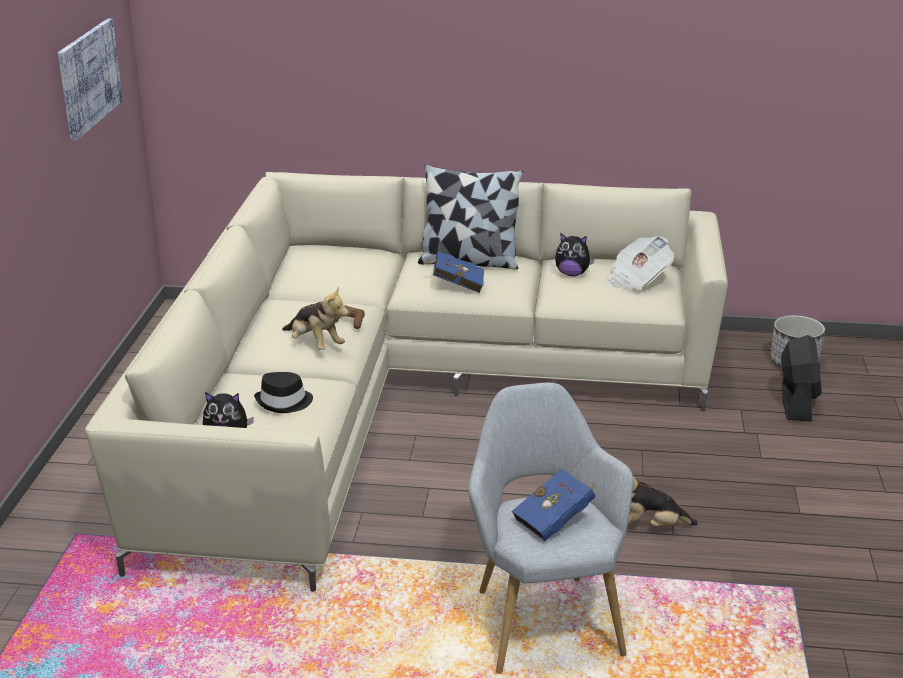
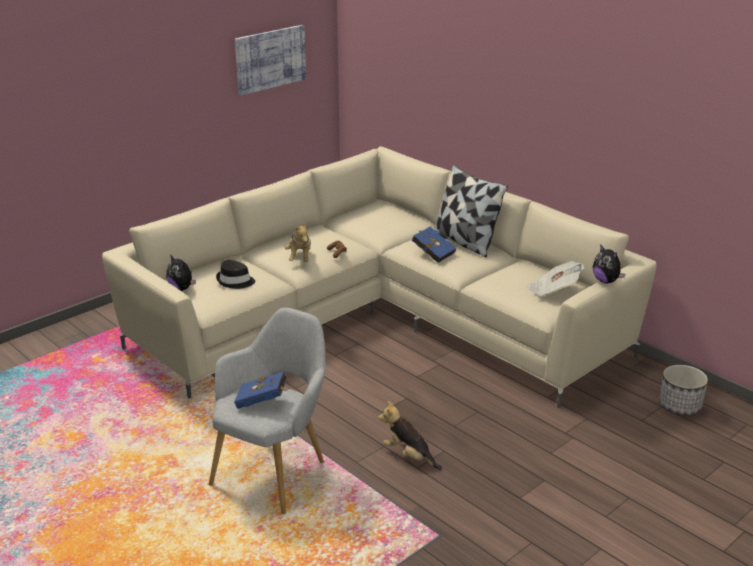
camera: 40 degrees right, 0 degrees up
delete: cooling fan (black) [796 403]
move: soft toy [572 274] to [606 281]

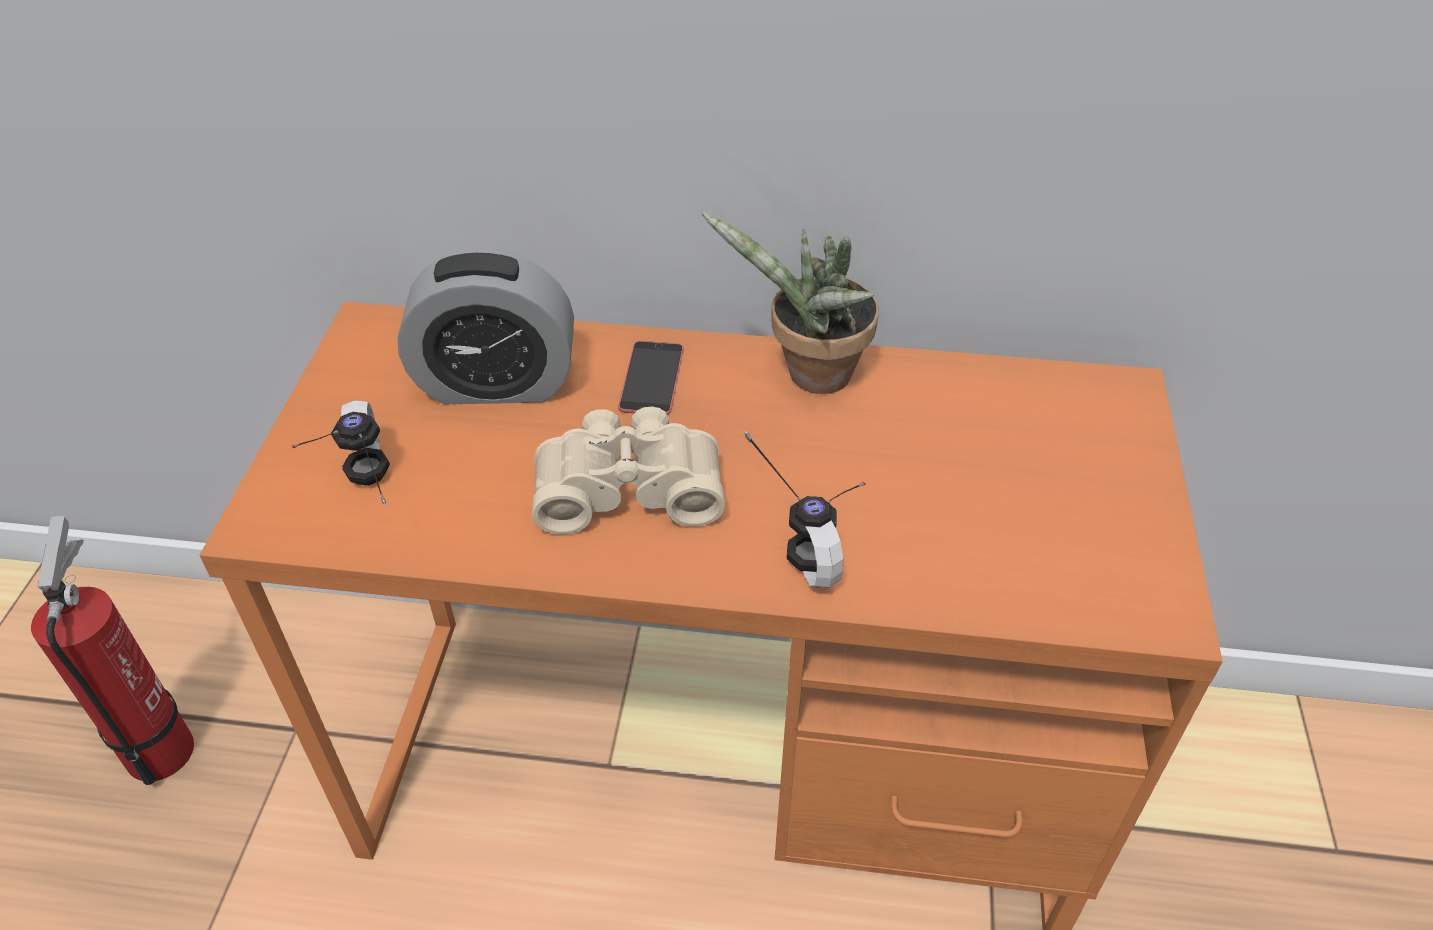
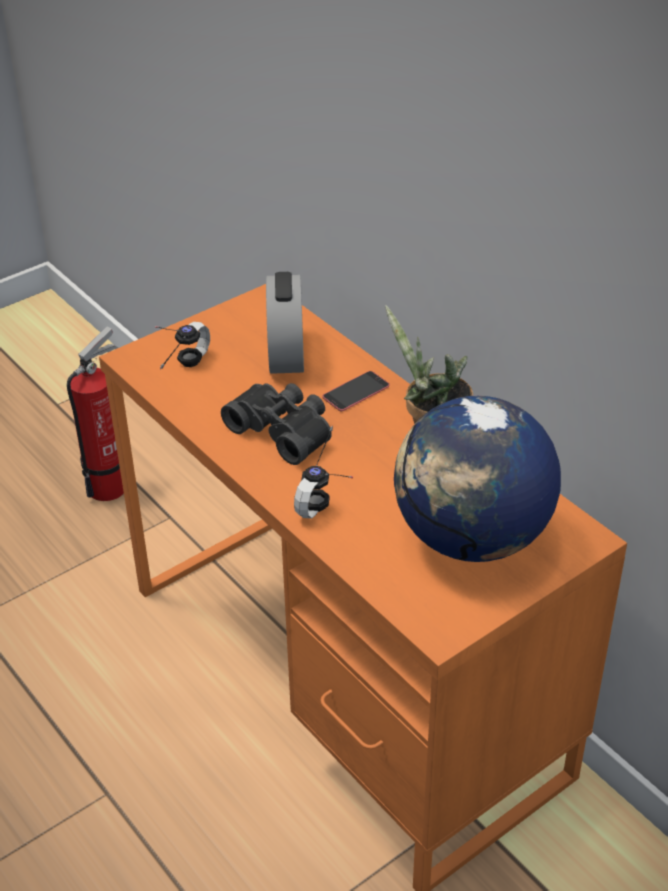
camera: 45 degrees right, 5 degrees down
insert: globe [471 538]
recolor: binoculars (beige-coloured) [629 486] to binoculars (black) [283 430]
rotate: table clock [496 384] = [286 355] 45 degrees clockwise

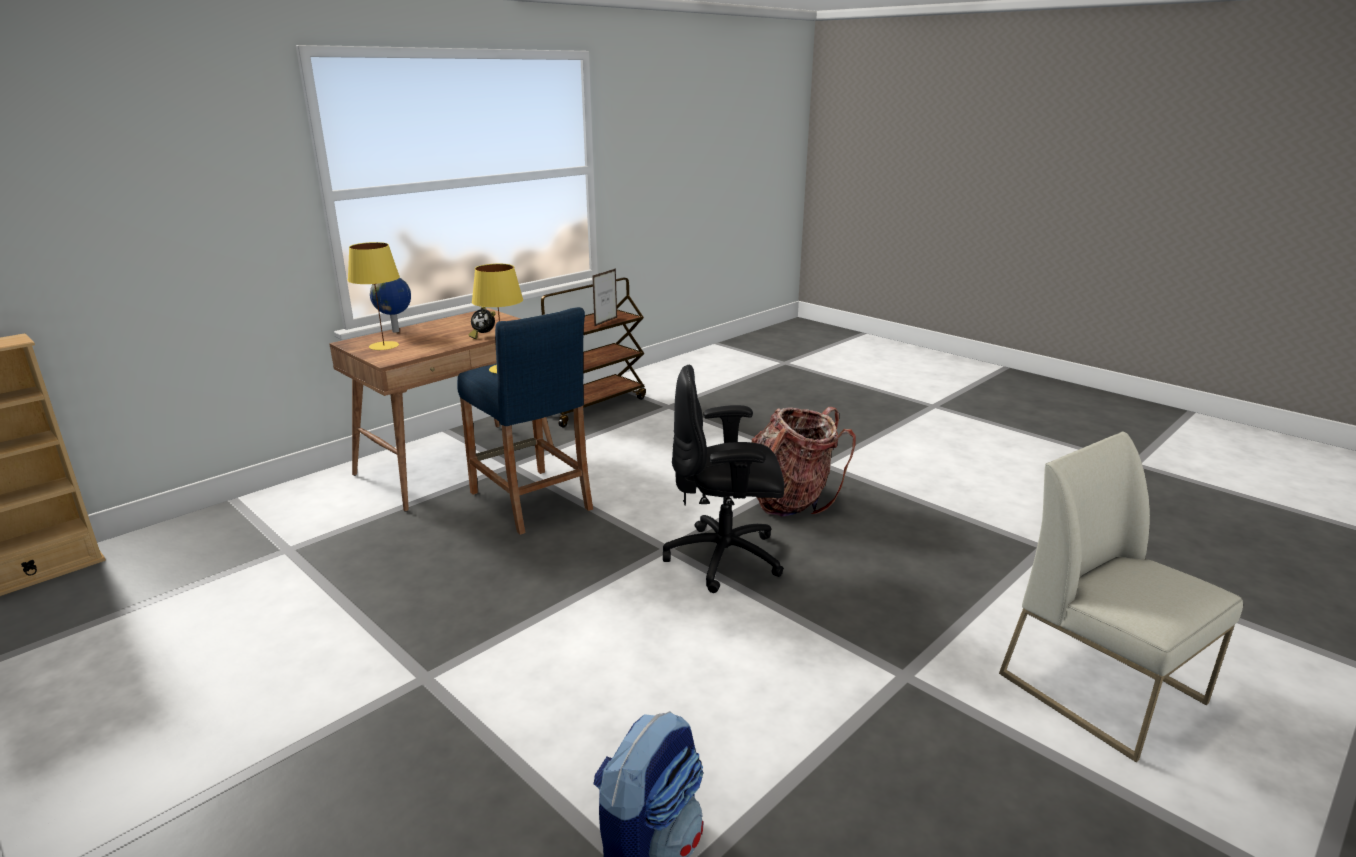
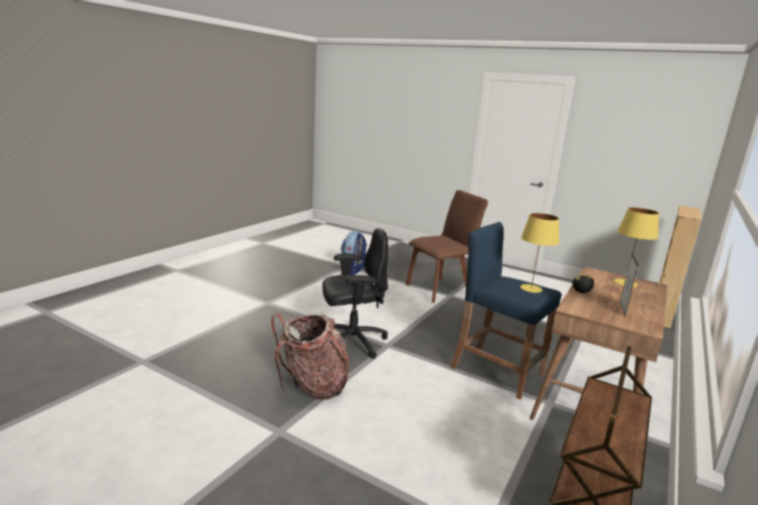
camera: 165 degrees right, 5 degrees down
delete: globe [396 331]; chair (white) [1103 688]
insert: chair (brown-coloured) [440 289]
move: picture frame [606 322] to [622 309]

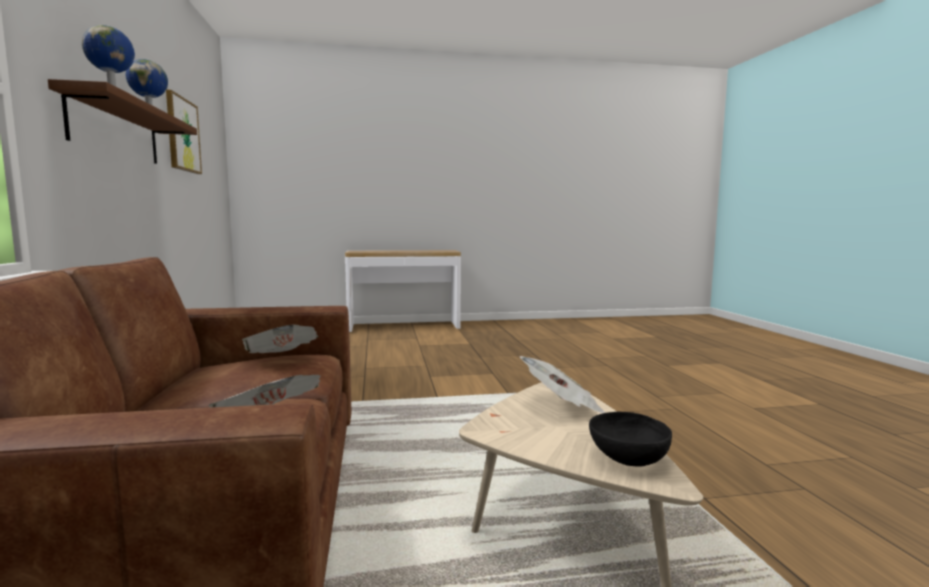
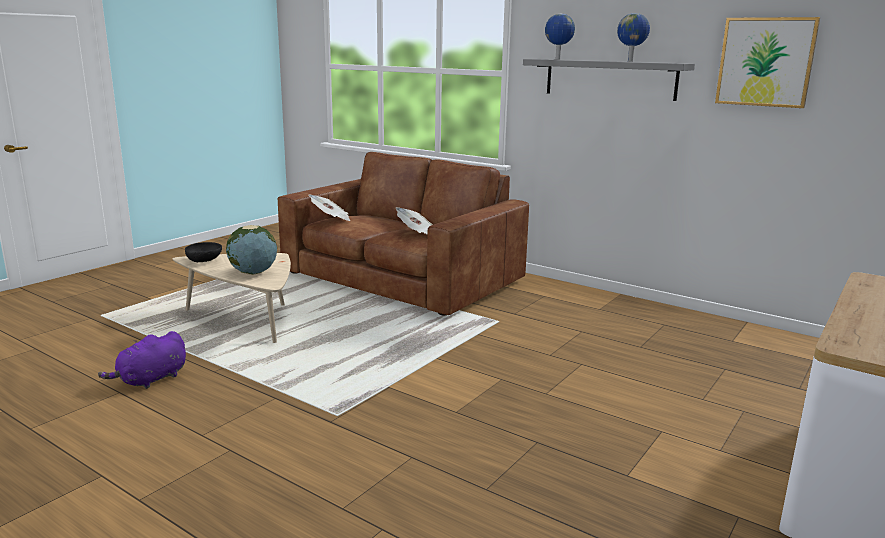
camera: 135 degrees right, 10 degrees up
insert: soft toy (purple-coloured) [150 380]
replace: daily paper [562 406] to globe [253 272]
recolor: shelf (brown-coloured) [116 130] to shelf (gray) [610 79]

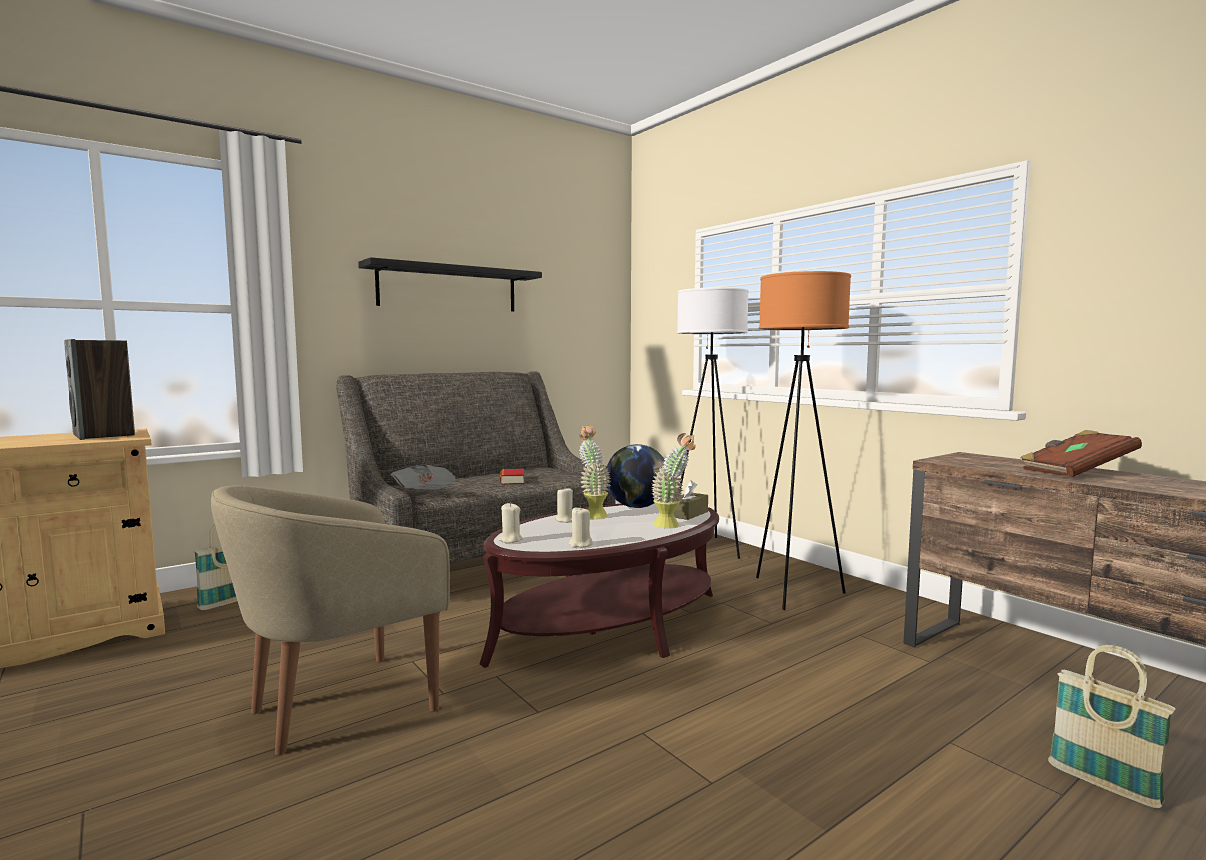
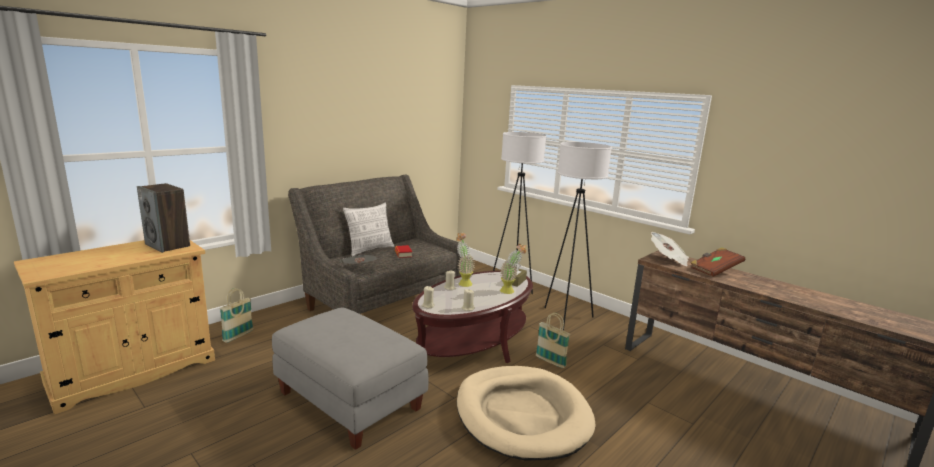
camera: 10 degrees left, 10 degrees up
delete: shelf (black) [448 288]; globe [637 507]
insert: throw pillow [370 250]; daily paper [668 259]; dog cushion (beige-coloured) [522 415]
move: storage basket [1103 785] to [550 362]
replace: lounge chair (beige-coloured) [338 706] to pouffe (gray) [348 400]
recolor: floor lamp (orange) [793 592] to floor lamp (white) [566 317]

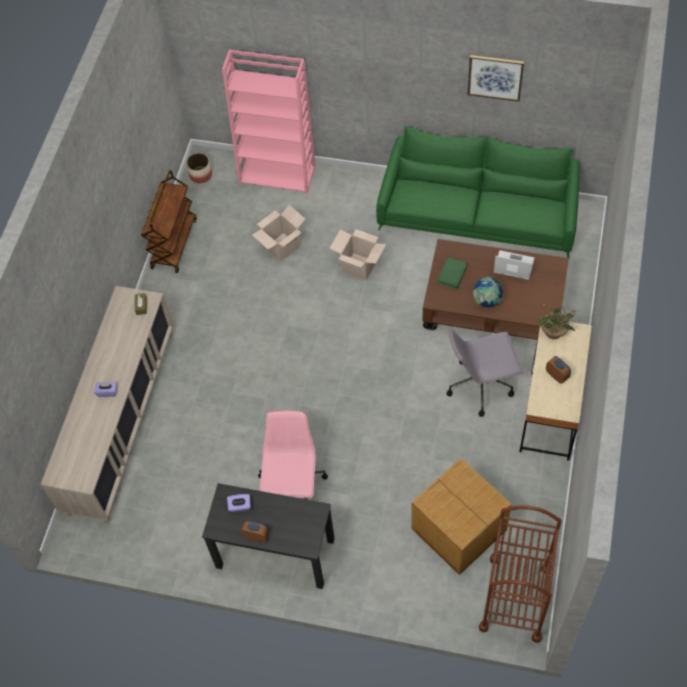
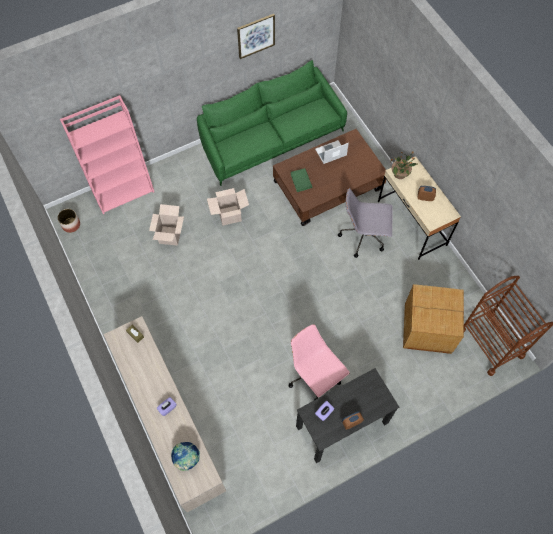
camera: 45 degrees left, 5 degrees up
delete: trolley (brown-coloured) [173 243]
move: globe [486 301] to [187 459]
rotate: desk chair (gray) [481 385] = [363 237] 60 degrees clockwise

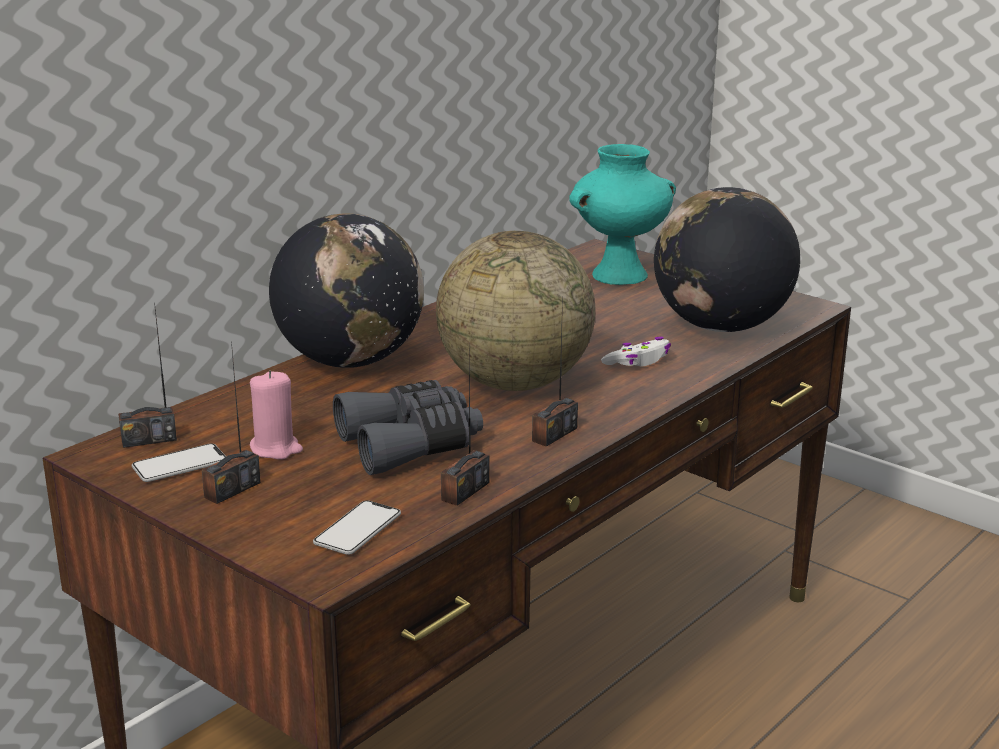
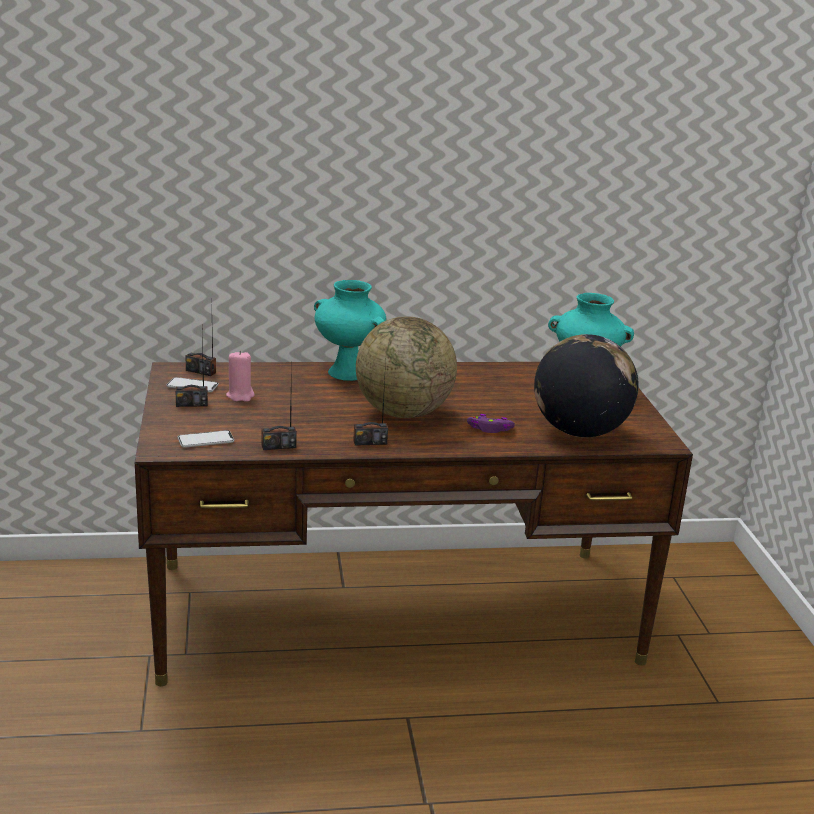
camera: 40 degrees right, 0 degrees up
delete: binoculars (gray) [411 444]
replace: globe [350 361] to vase (turquoise) [349 373]
recolor: game controller (white) [638 361] to game controller (purple-coloured) [490 429]

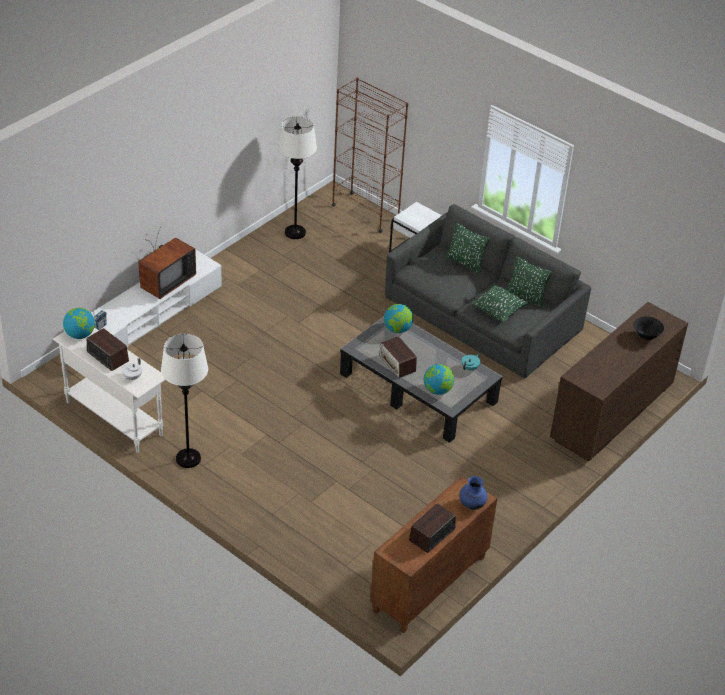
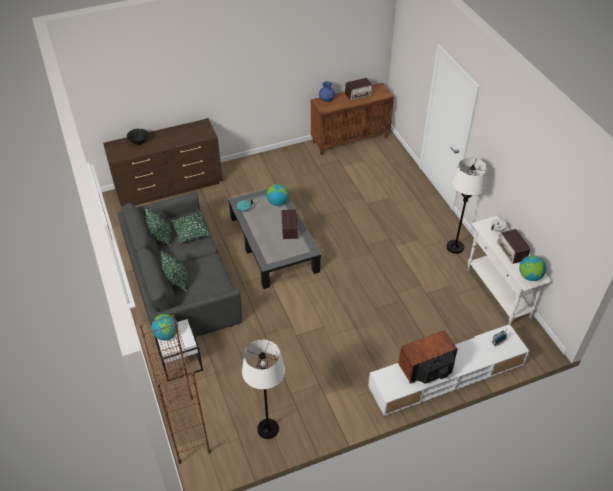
camera: 150 degrees left, 5 degrees up
move: globe [397 329] to [166 334]

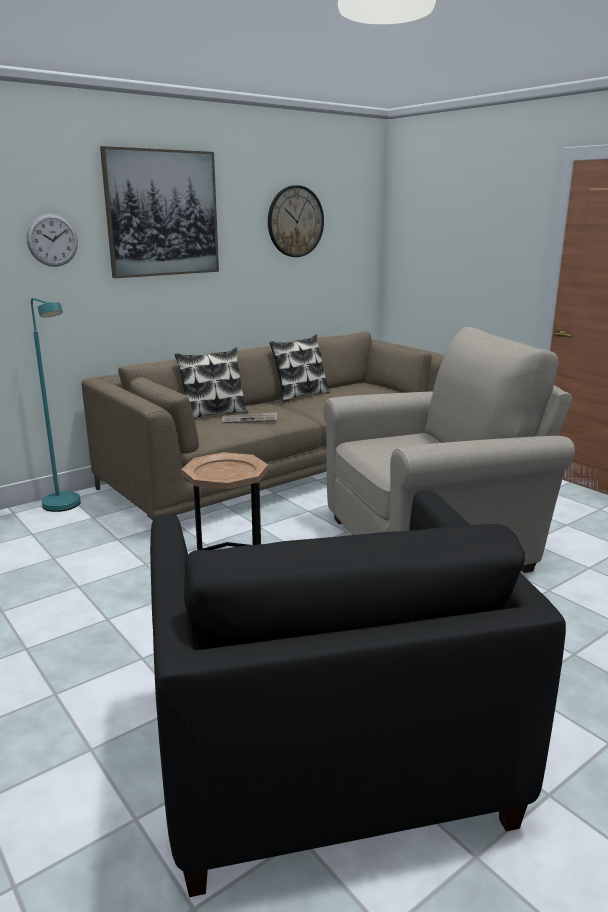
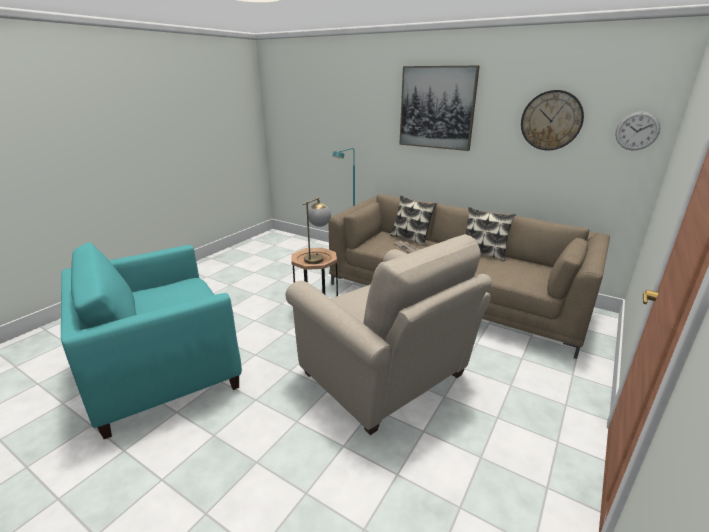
camera: 70 degrees right, 5 degrees up
insert: lamp for a table [317 257]
move: wall clock [52 240] to [637 131]
recolor: lounge chair (black) [325 751] to lounge chair (turquoise) [163 370]

